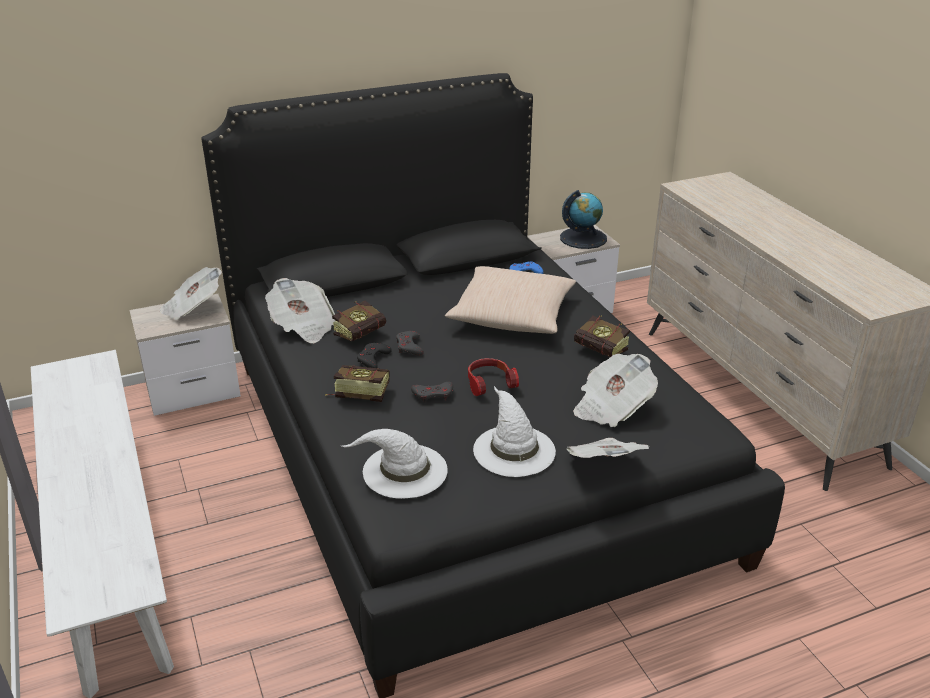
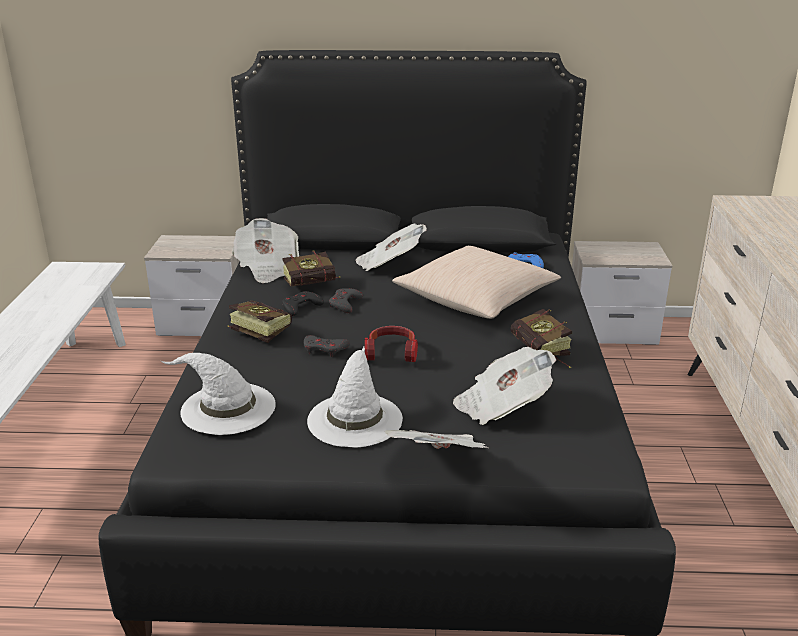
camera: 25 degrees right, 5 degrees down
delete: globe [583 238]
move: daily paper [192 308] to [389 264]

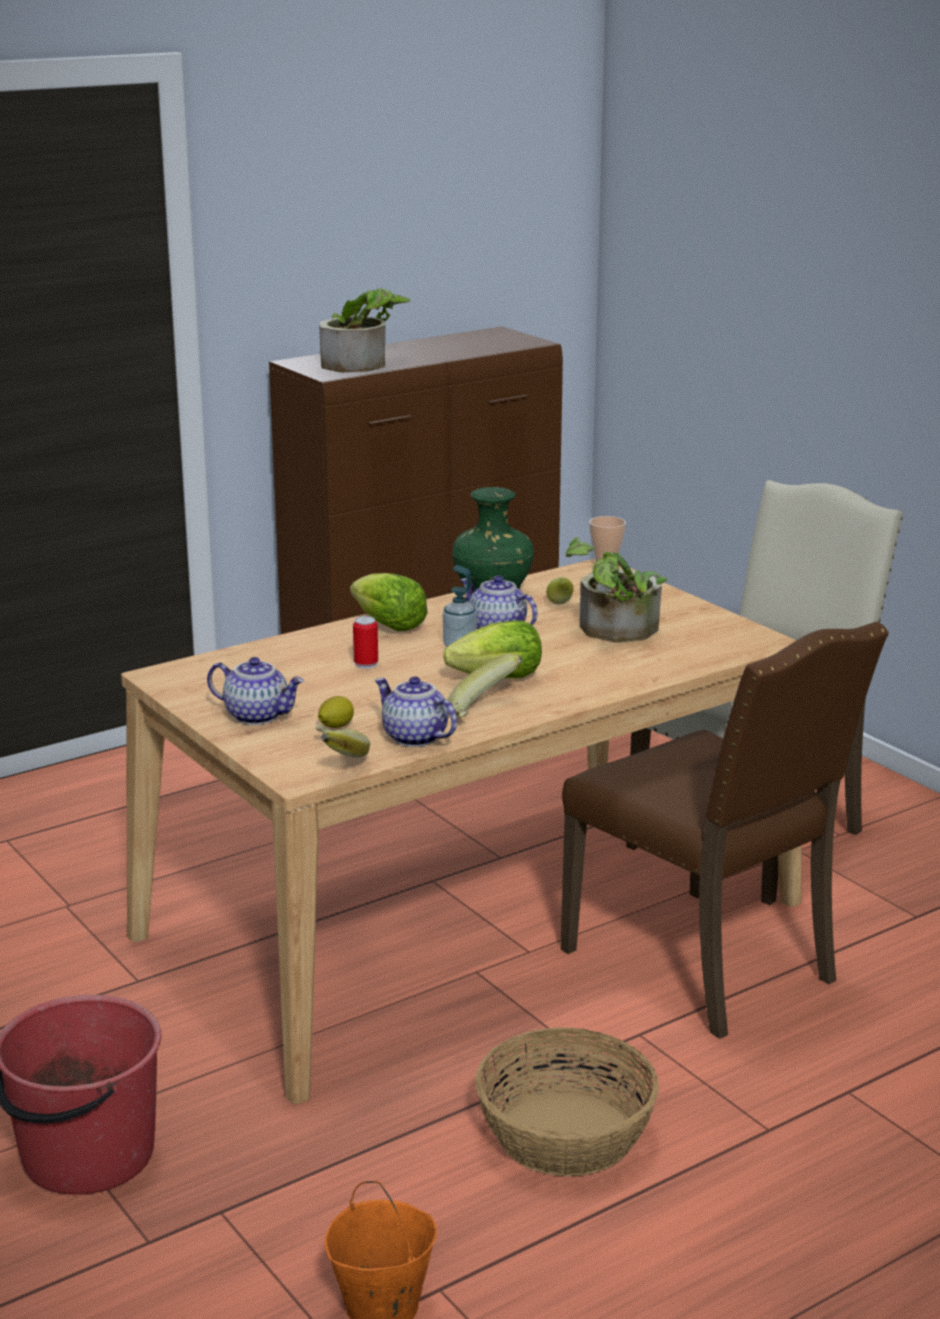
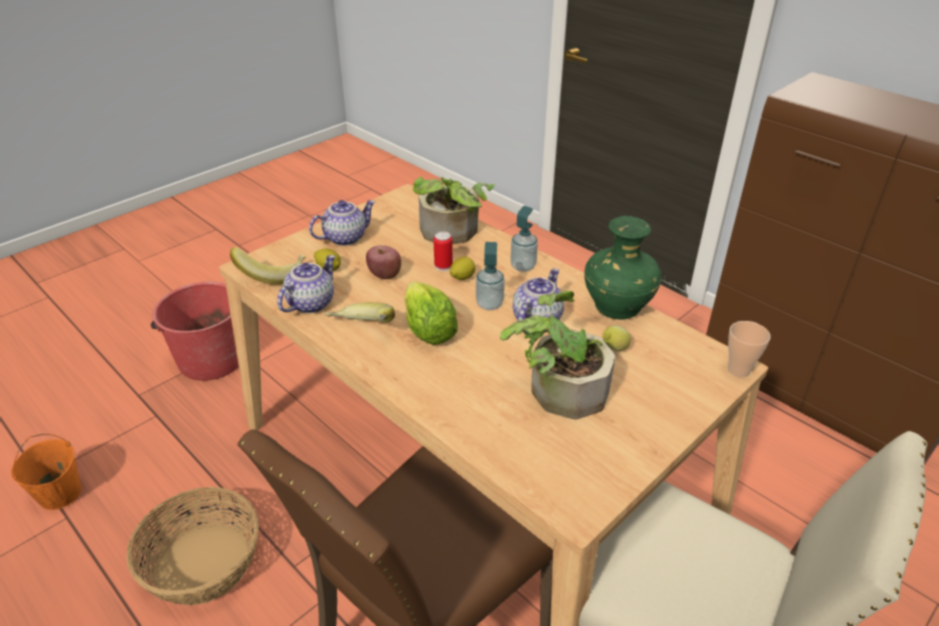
camera: 80 degrees right, 15 degrees up
insert: whole apple [384 275]; lemon [462 278]
move: houseplant [363 364] to [452 234]
replace: lettuce head [389 626] to liquid soap bottle [523 266]
rotate: pot for tea [258 716] = [345 237] 135 degrees counterclockwise

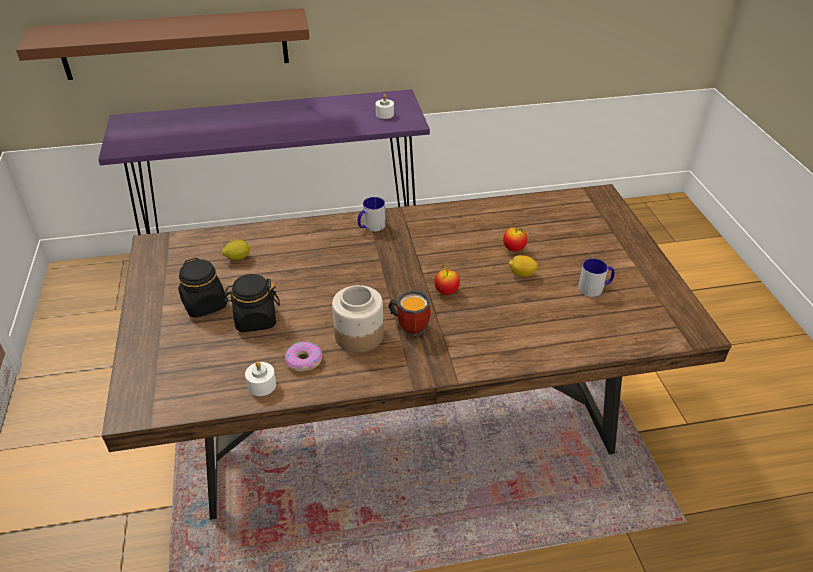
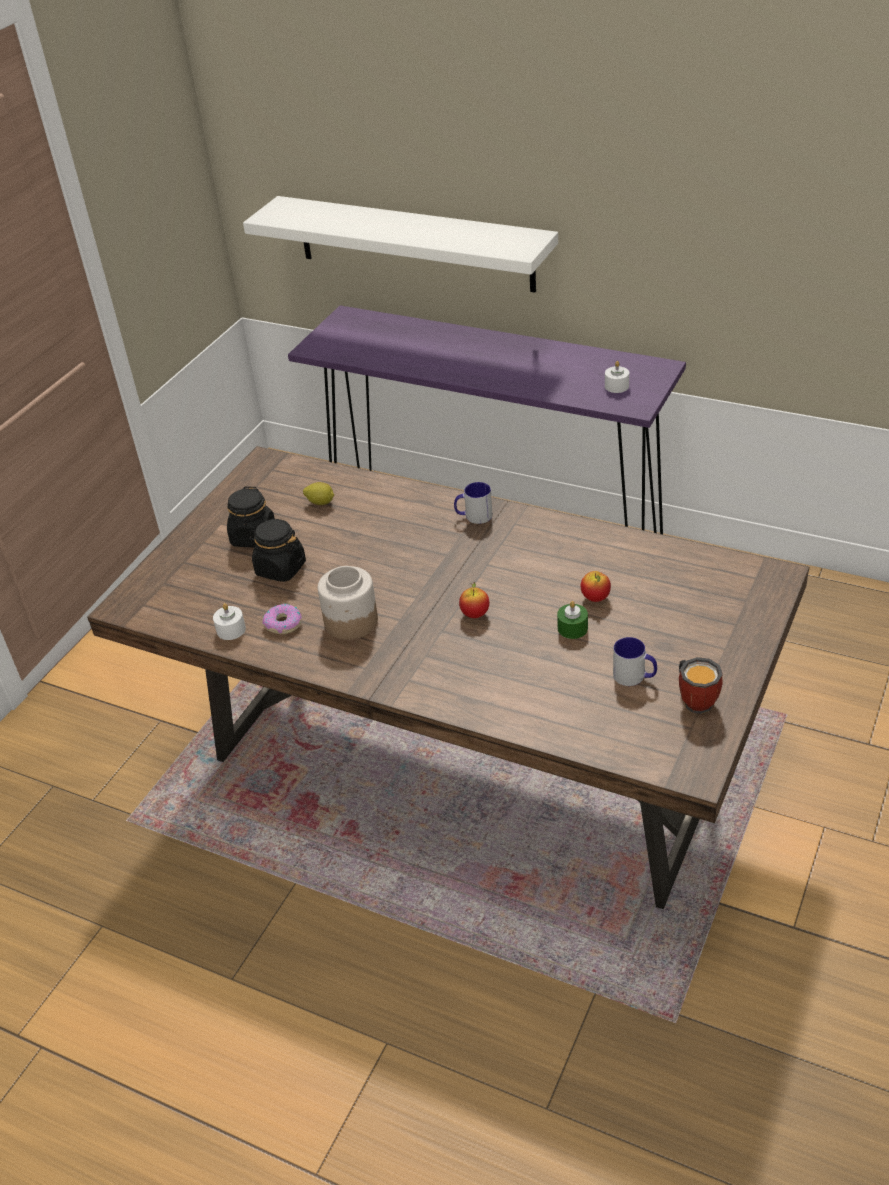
camera: 40 degrees right, 0 degrees up
move: mug [410 325] to [697 699]
replace: lemon [521 274] to candle (greenish) [572 628]
recolor: shelf (brown-coloured) [175 44] to shelf (white) [414 243]

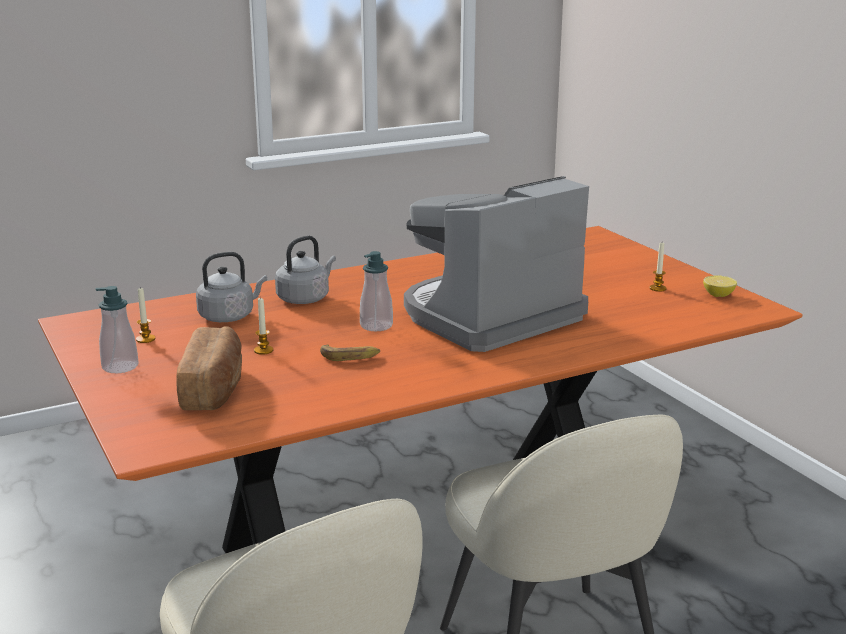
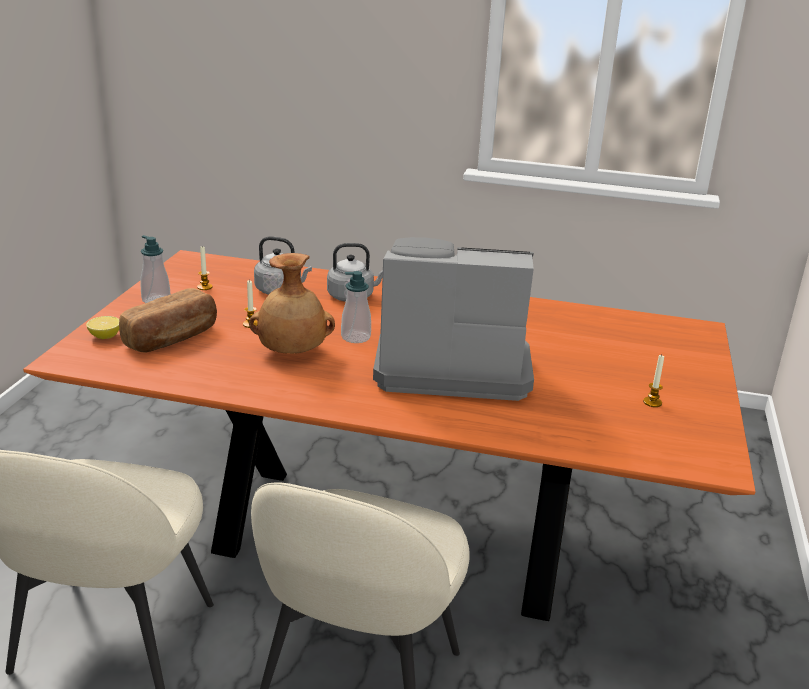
camera: 40 degrees right, 5 degrees up
move: lemon [718 295] to [105 337]
replace: whole banana [350 356] to vase (brown-coloured) [292 352]

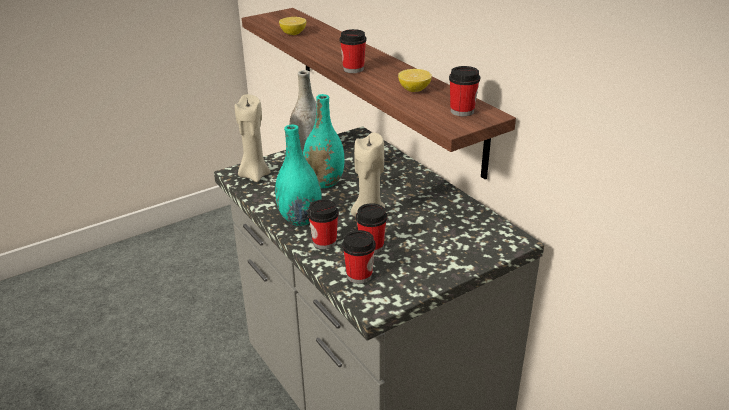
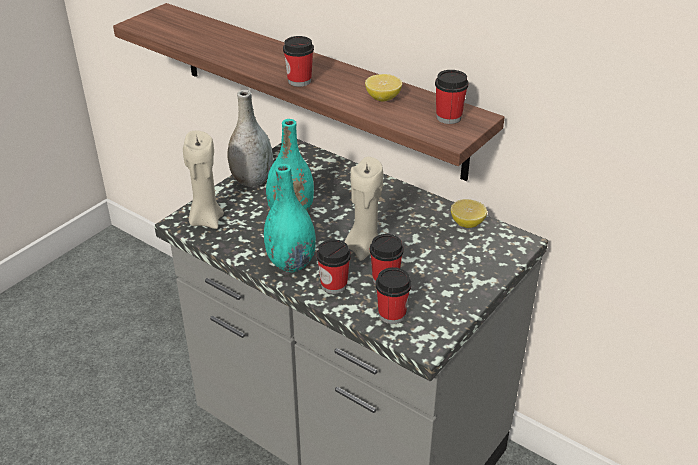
camera: 20 degrees left, 5 degrees up
move: lemon [293 33] to [467 223]

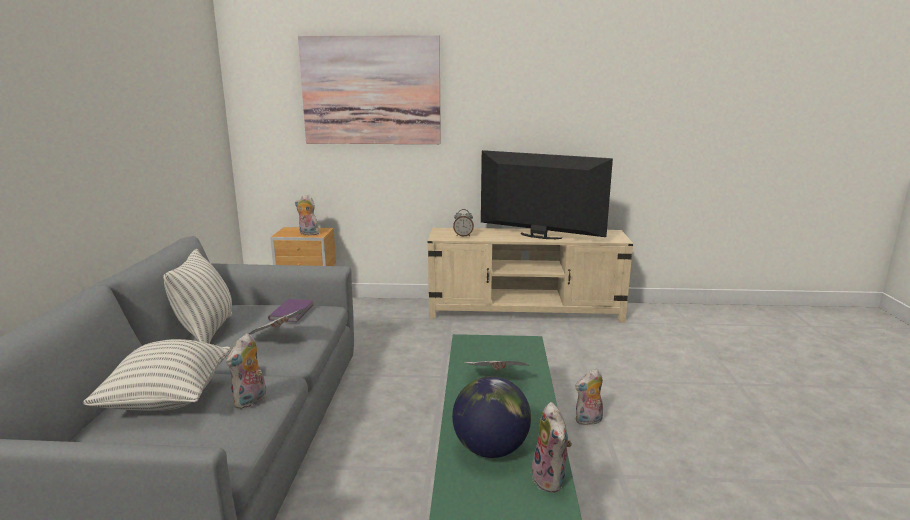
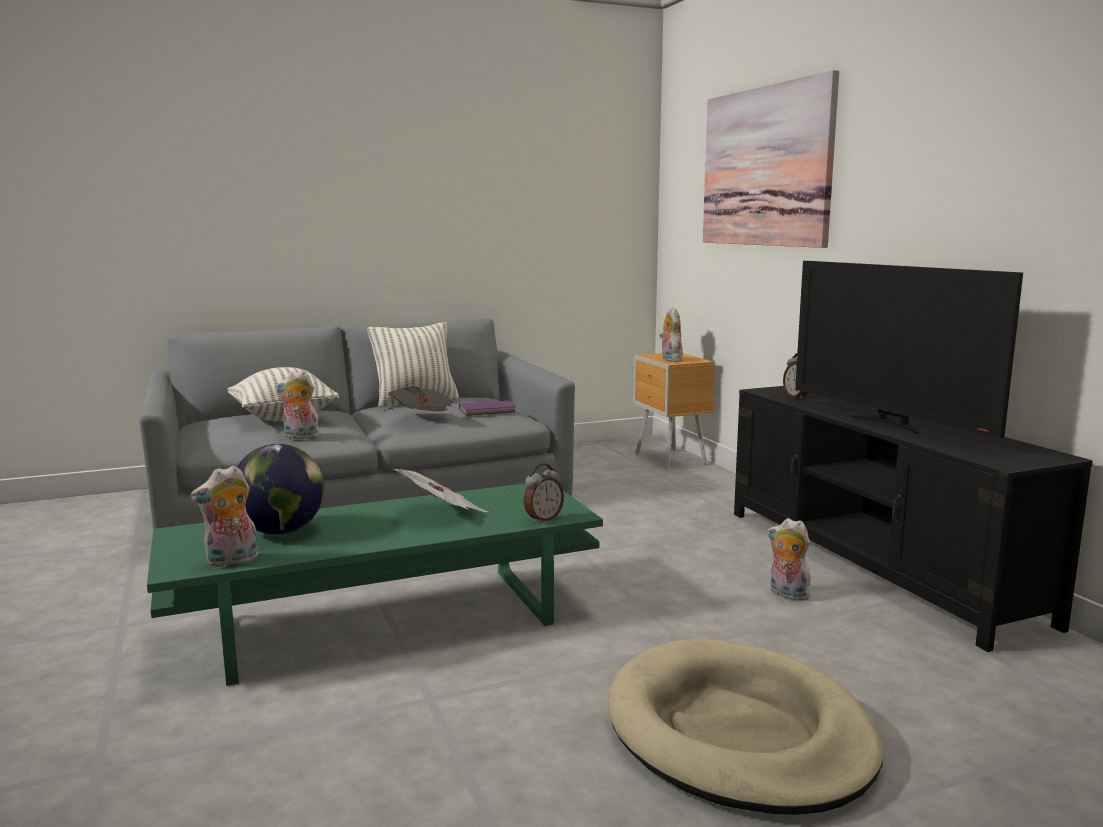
camera: 65 degrees right, 5 degrees down
insert: table clock [543 519]; dog cushion (beige-coloured) [738 733]
move: soft toy [588 421] to [787 594]
recolor: media console (beige-coloured) [525 310] to media console (black) [874 564]
rotate: television [539 236] = [889 423] 150 degrees clockwise

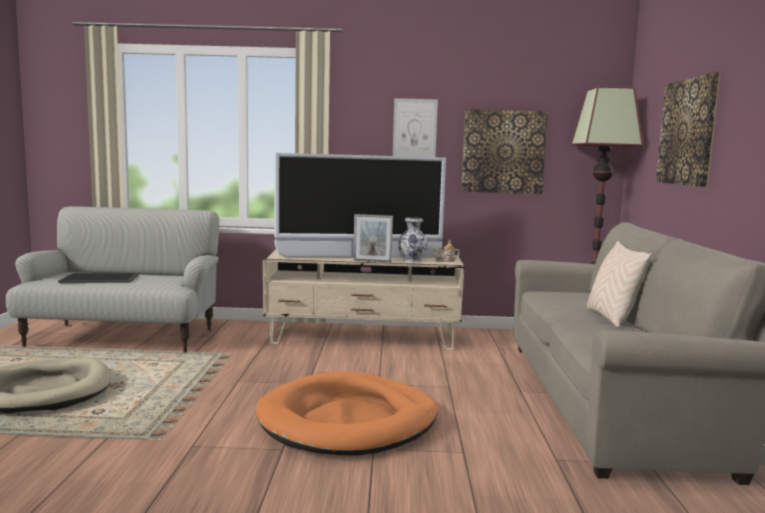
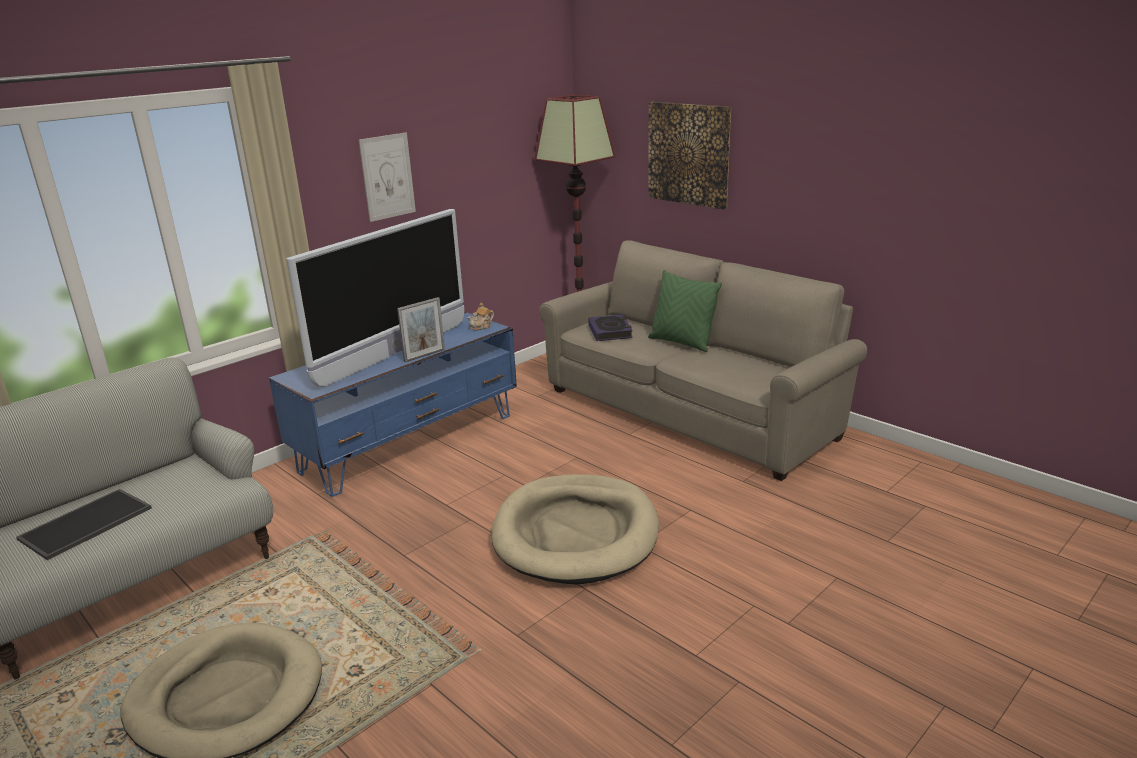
camera: 45 degrees left, 15 degrees up
delete: wall picture [503 152]; vase [412 261]
insert: book [610 332]
recolor: throw pillow (beige-coloured) [611 318] to throw pillow (greenish) [682 343]; media console (beige-coloured) [363 339] to media console (bluish) [410 443]; dog cushion (orange) [348 421] to dog cushion (beige-coloured) [576 533]

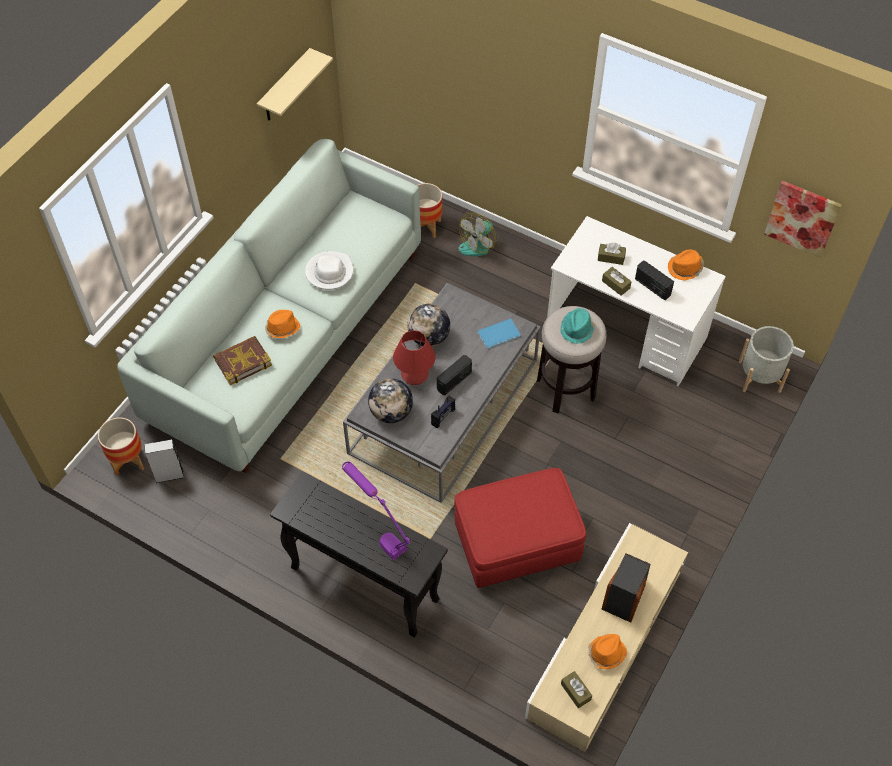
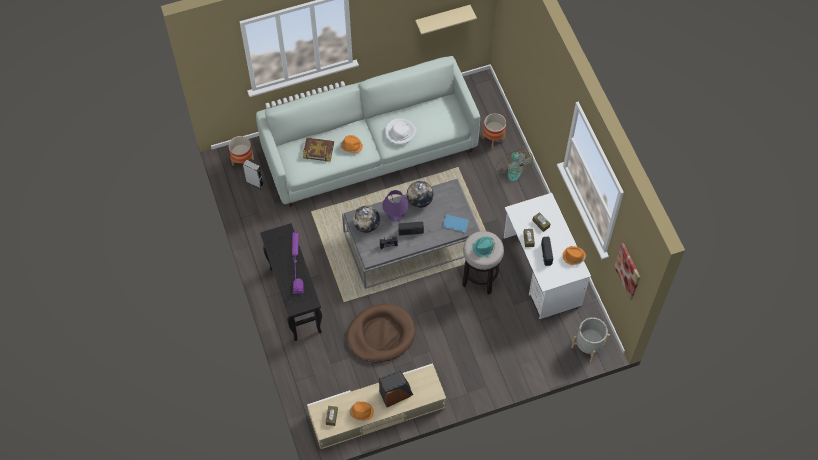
camera: 40 degrees right, 5 degrees up
replace: pouffe (red-coloured) [516 544] to dog cushion (brown-coloured) [381 334]
recolor: lamp for a table (red-coloured) [414 374] to lamp for a table (purple-coloured) [395 214]
rotate: cooling fan [479 244] = [512 168] 105 degrees counterclockwise

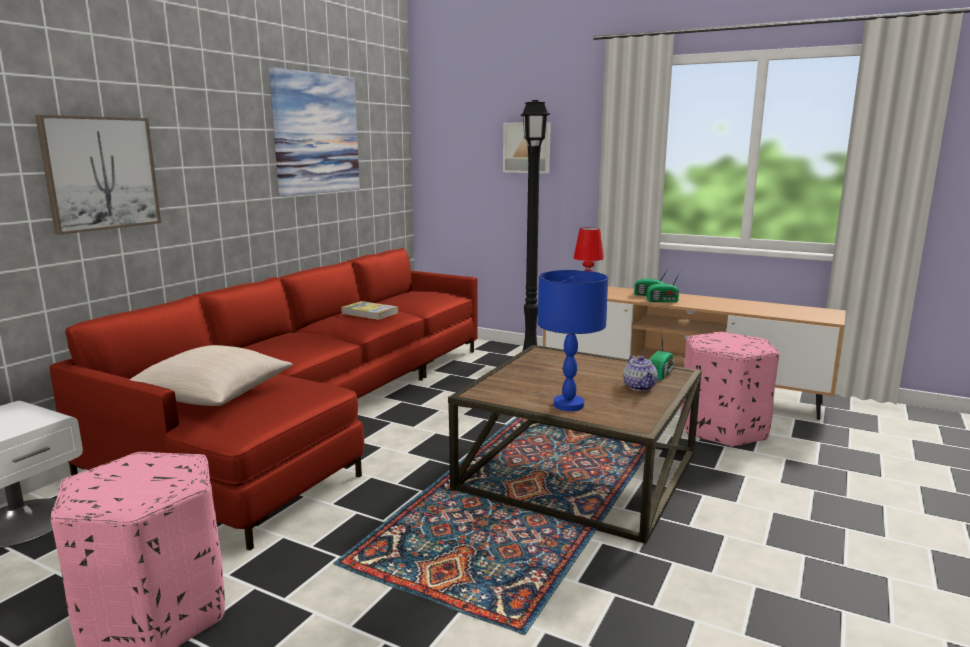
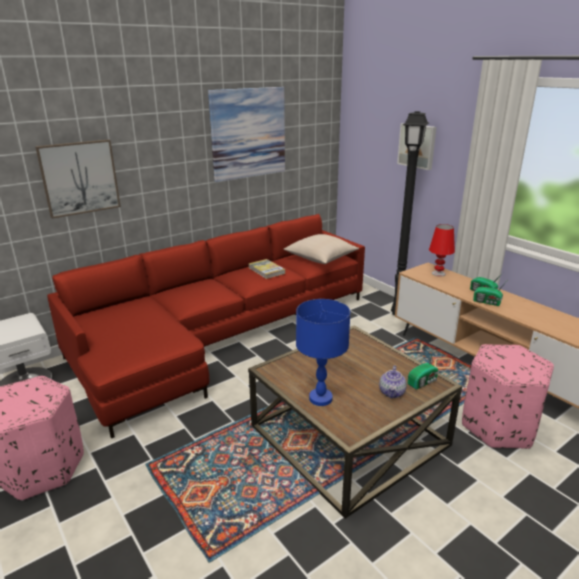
camera: 25 degrees right, 10 degrees up
move: throw pillow (beige-coloured) [212 396] to [321 258]

